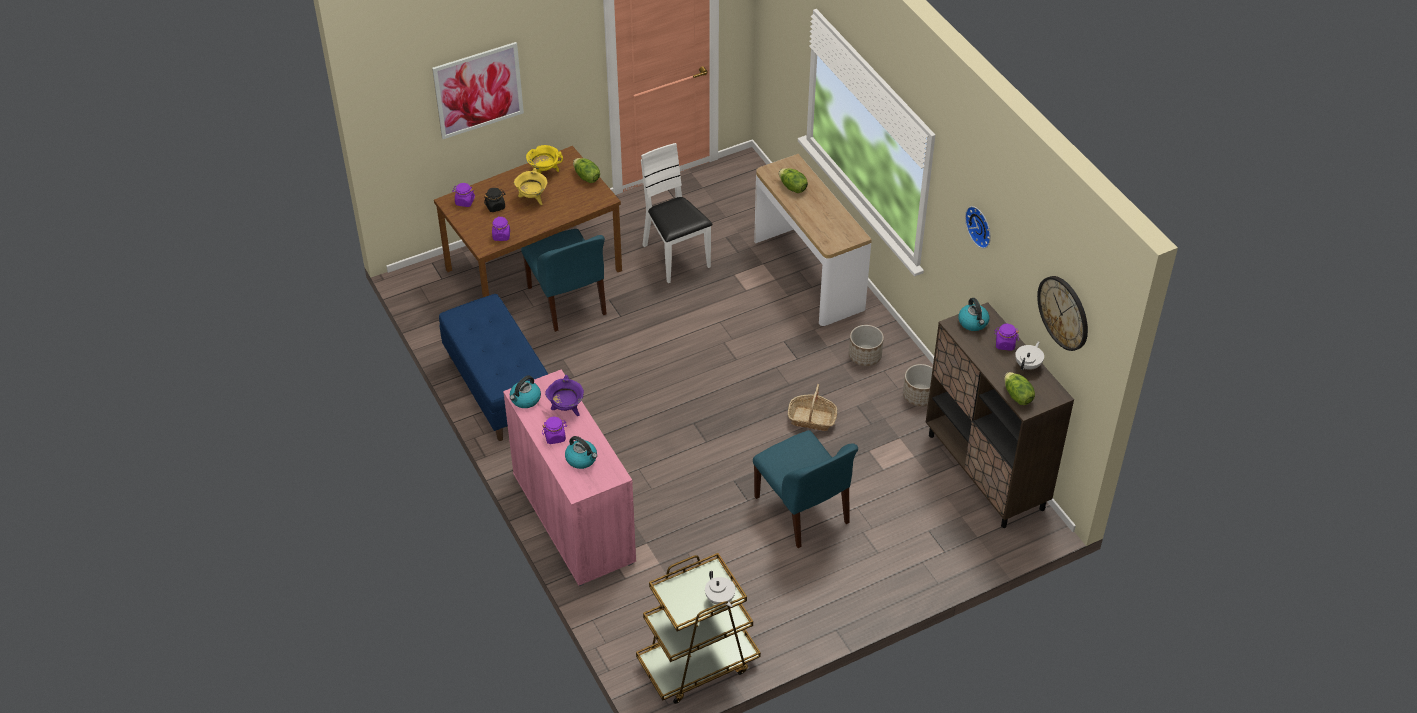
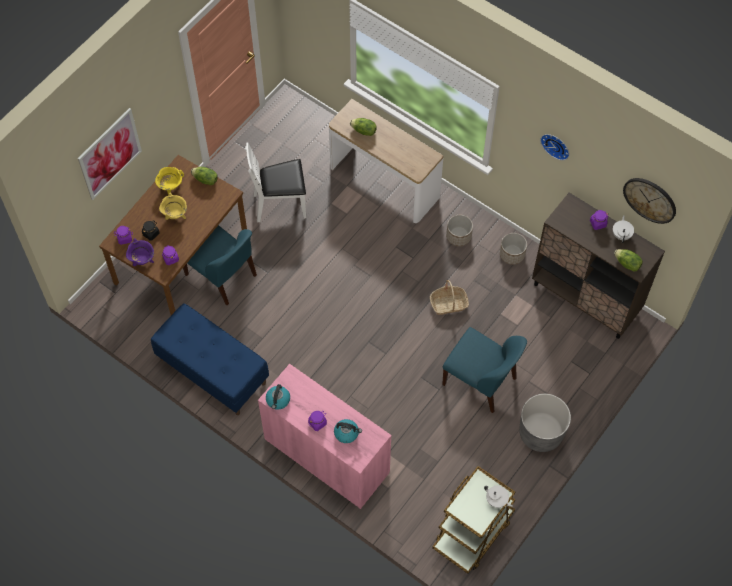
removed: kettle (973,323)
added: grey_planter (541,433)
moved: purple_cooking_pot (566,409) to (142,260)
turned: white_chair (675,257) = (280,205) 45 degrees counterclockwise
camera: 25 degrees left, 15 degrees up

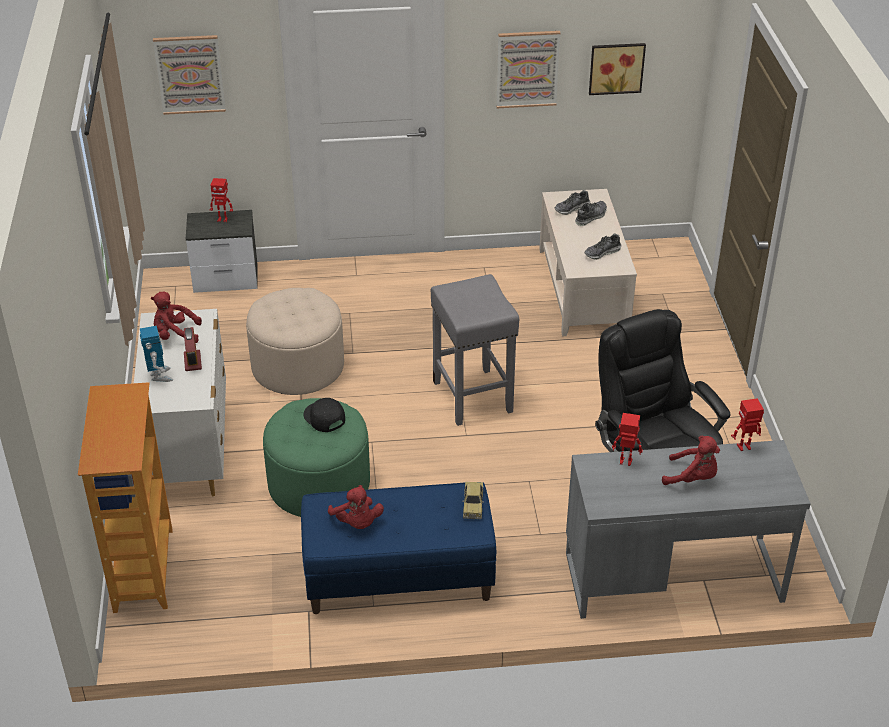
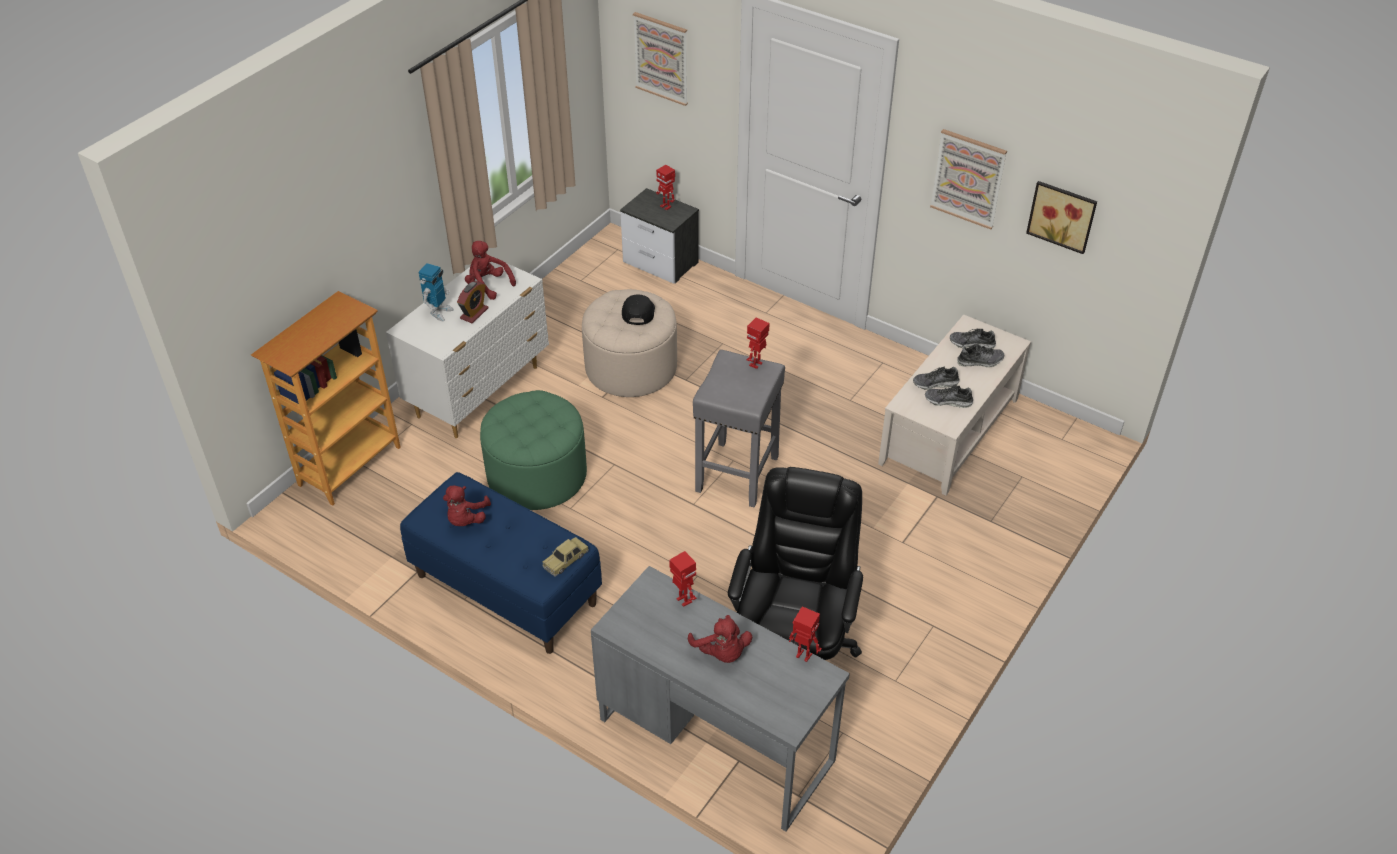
added: toy_robot (756,364); shoe (935,383)
moved: black_cap (324,417) to (637,312)
camera: 40 degrees right, 5 degrees up

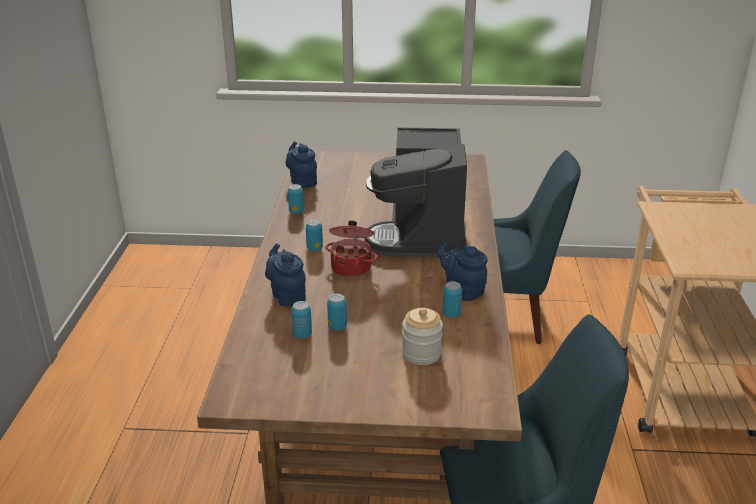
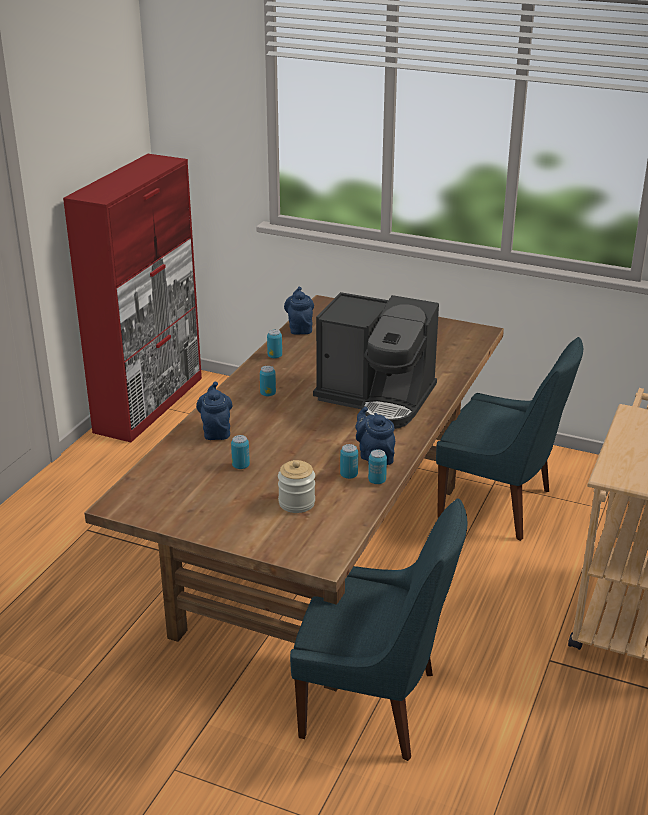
removed: cooking_pot (352,267)
added: red_cabinet (150,404)
moved: can (302,334) to (377,481)
turned: coffee_machine (422,235) = (377,399) 90 degrees counterclockwise
camera: 20 degrees right, 0 degrees up

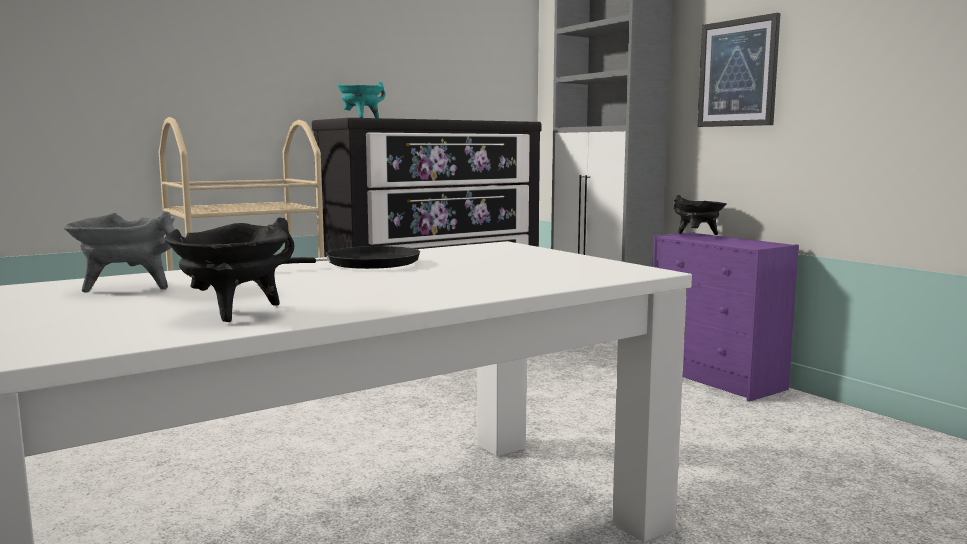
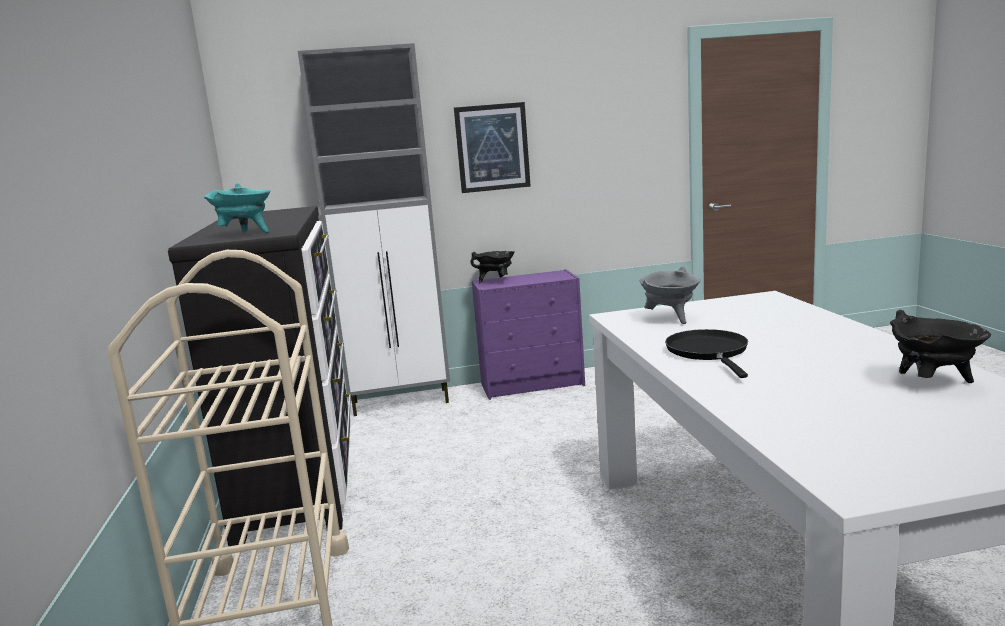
moved: grey_cooking_pot (127,287) to (671,319)
camera: 65 degrees left, 5 degrees up

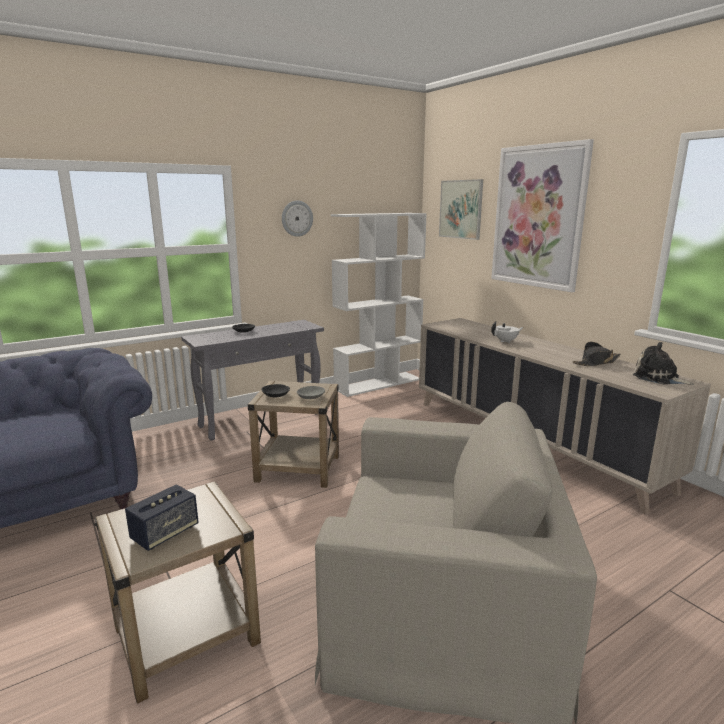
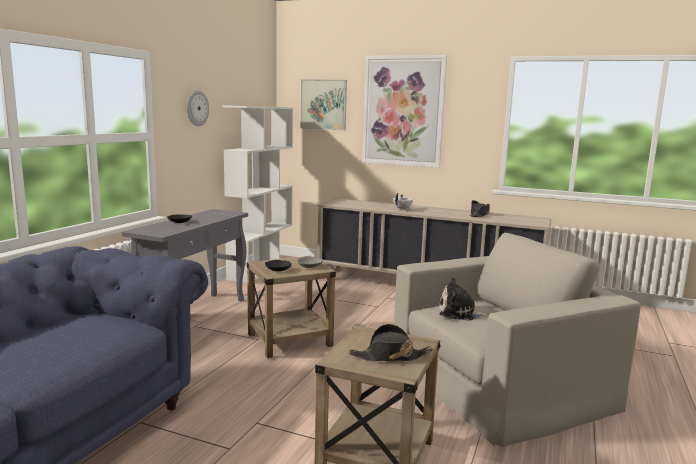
moved: plush_toy (658,378) to (459,313)
replaced: speaker (165,533) to black_hat (390,356)
camera: 35 degrees left, 5 degrees down

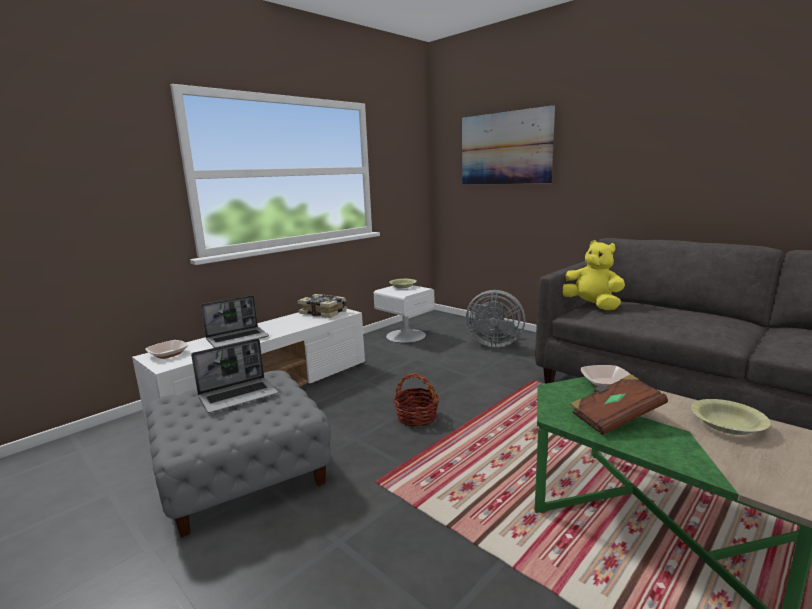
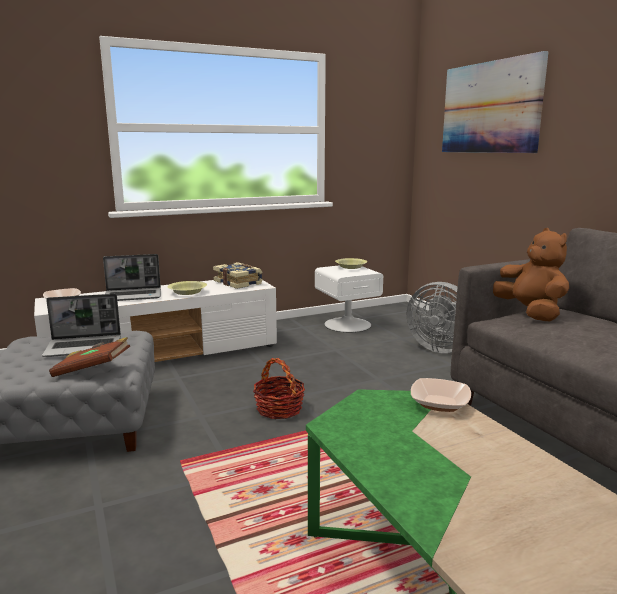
moved: brown_book (614,418) to (92,370); yellow_bowl (727,425) to (187,292)
recoloured: yellow_plush_toy (590,305) to brown_plush_toy (529,313)
camera: 20 degrees right, 0 degrees up

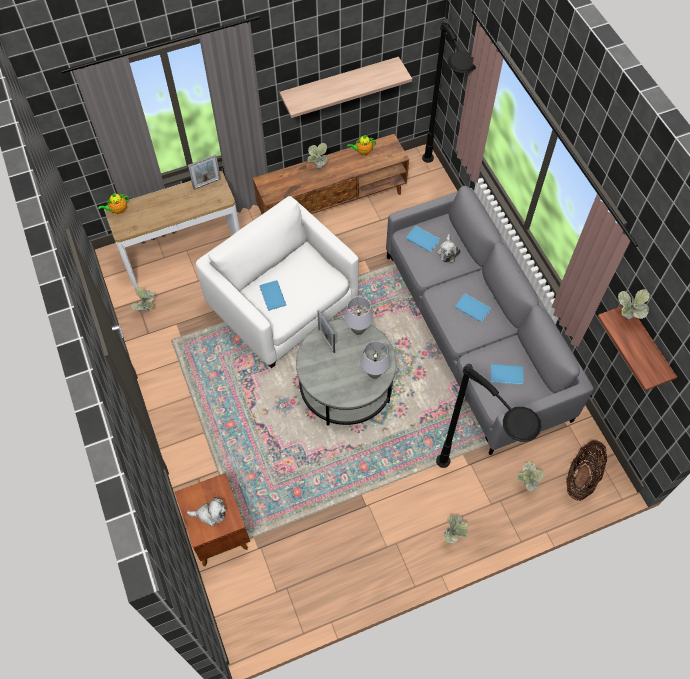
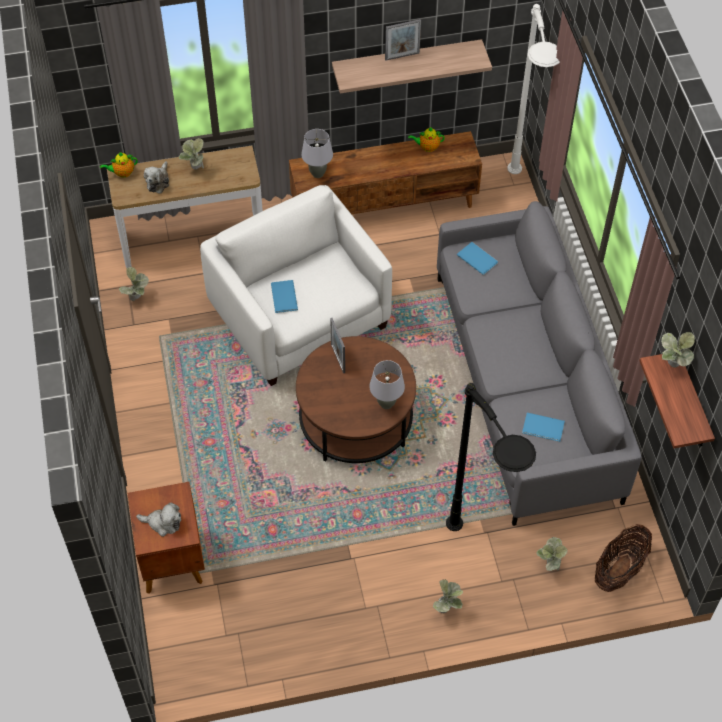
removed: blue_book (472,307)
moved: plush_toy (447,252) to (158,181); potted_plant (318,168) to (194,169); grey_table_lamp (358,330) to (318,174); picture_frame (207,184) to (402,56)
recoloured: grey_coffee_table (346,386) to brown_coffee_table (356,420); black_floor_lamp (437,186) to white_floor_lamp (518,204)
camera: 10 degrees right, 5 degrees down

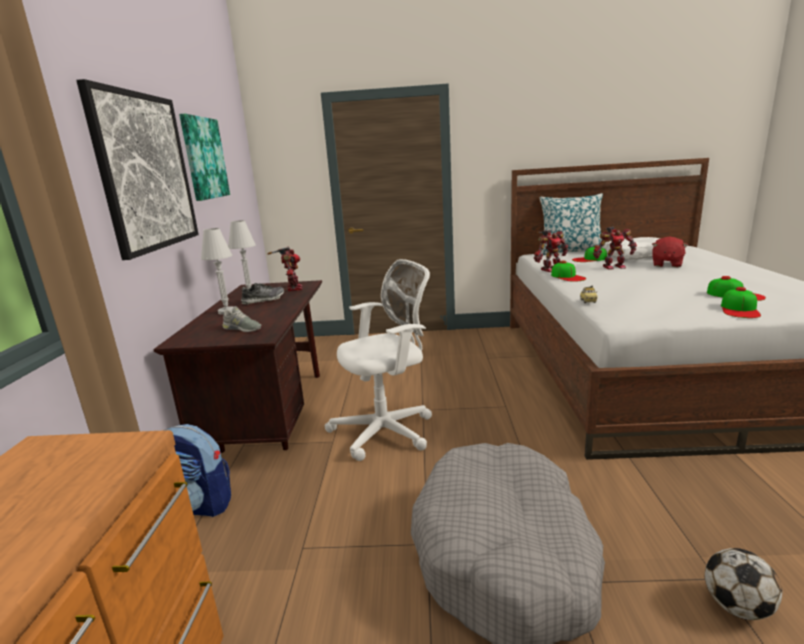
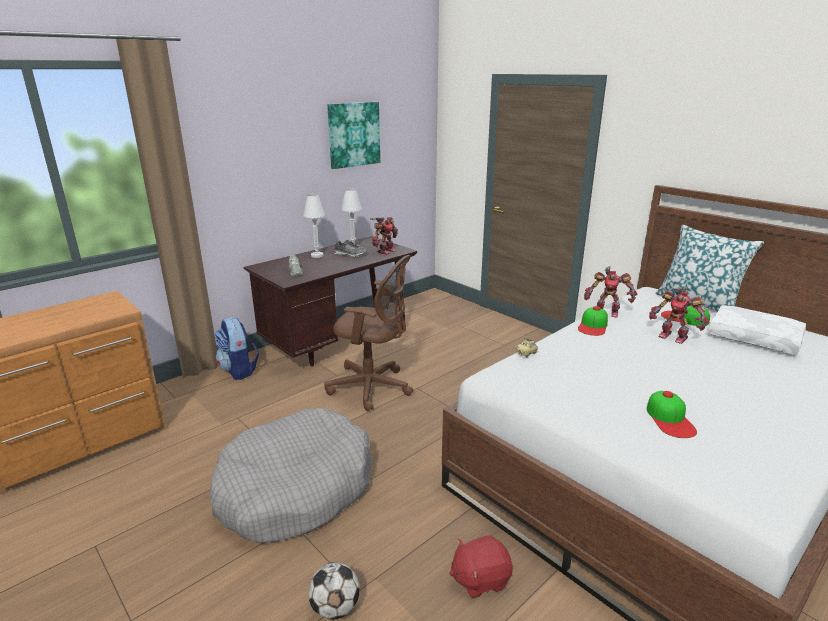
removed: picture (145,172); cap (740,309)
moved: red_plush_toy (666,264) to (480,578)
recoloured: white_office_chair (387,431) to brown_office_chair (373,387)
camera: 45 degrees right, 5 degrees up

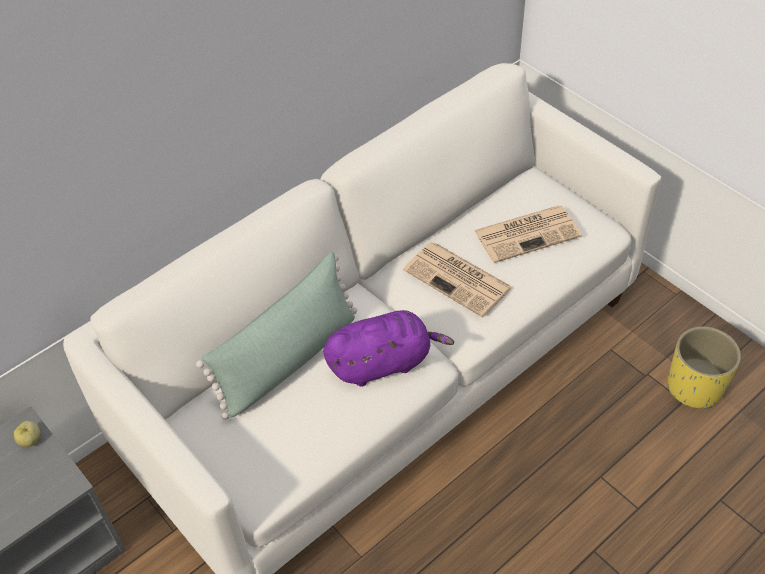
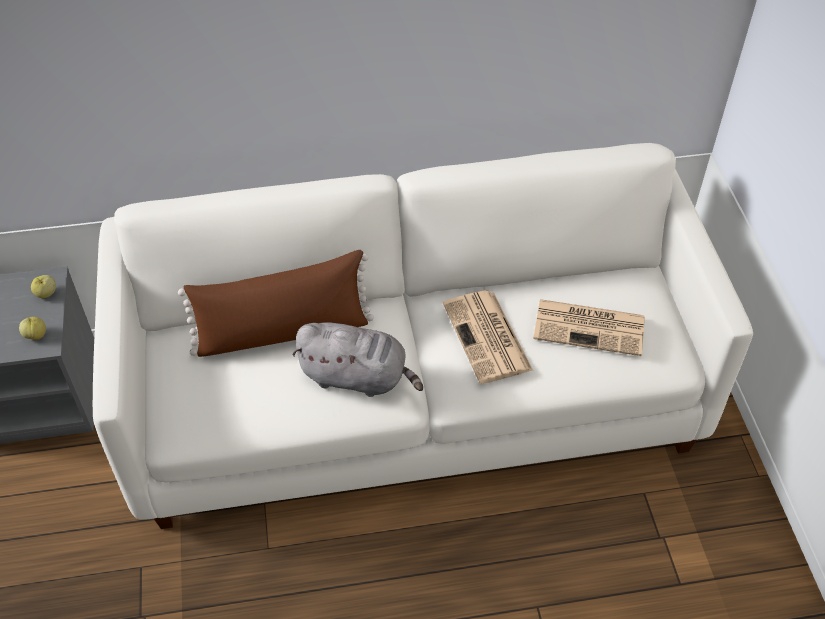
removed: yellow_planter (695,387)
added: apple (36,335)
recoloured: green_pillow (288,359) to brown_pillow (283,332); purple_plush_toy (383,363) to grey_plush_toy (358,377)
camera: 30 degrees right, 0 degrees up

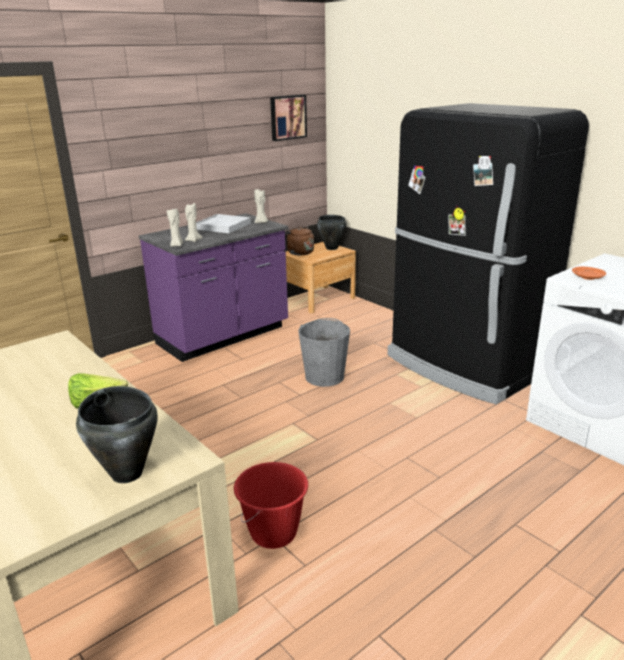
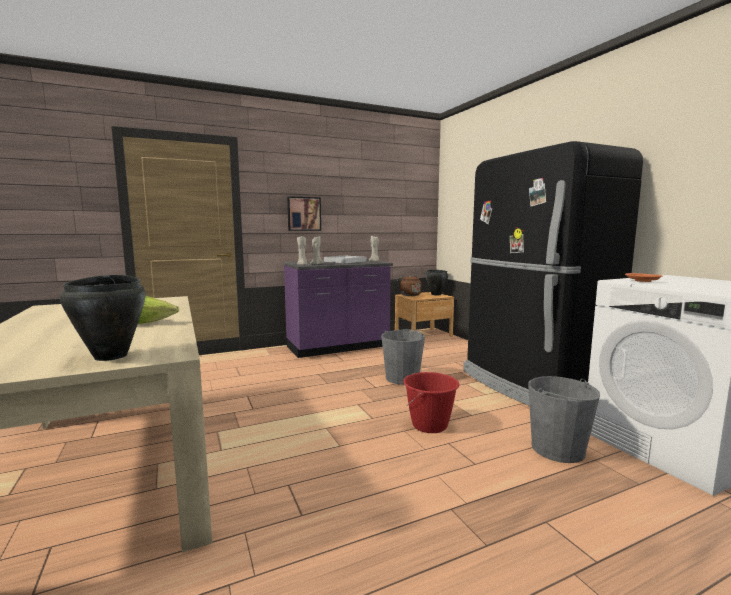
added: grey_bucket (558,449)
moved: picture (287,117) to (304,214); red_bucket (274,533) to (430,425)
camera: 15 degrees right, 15 degrees down

